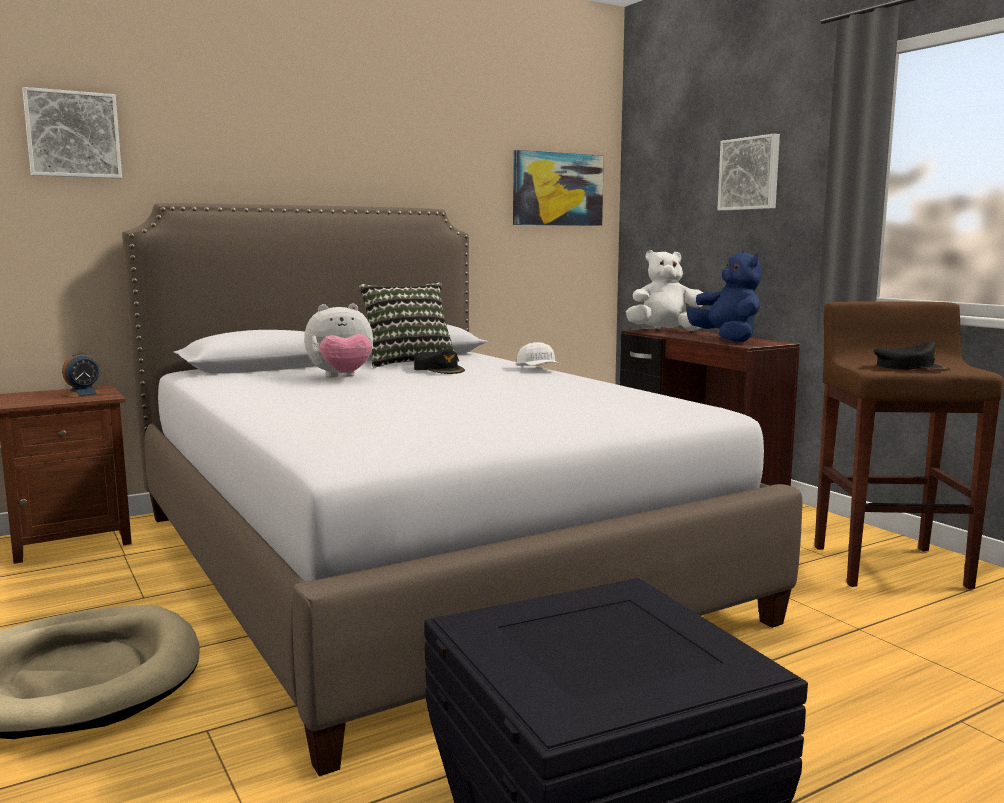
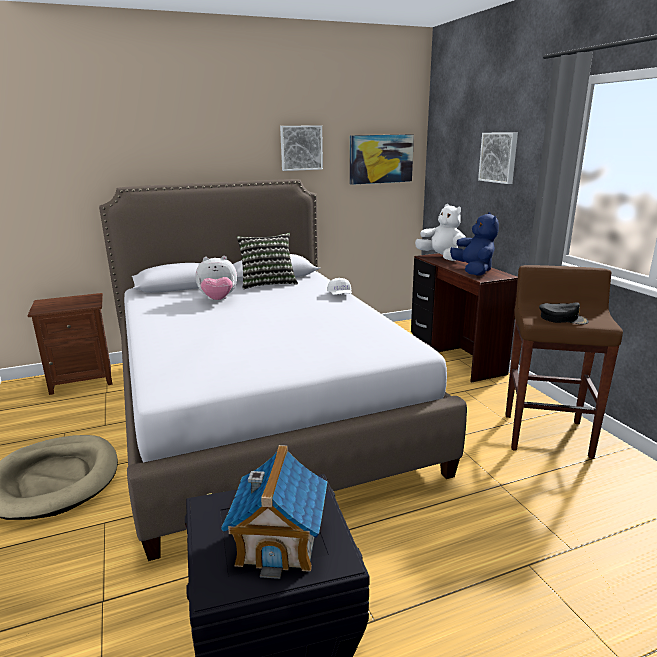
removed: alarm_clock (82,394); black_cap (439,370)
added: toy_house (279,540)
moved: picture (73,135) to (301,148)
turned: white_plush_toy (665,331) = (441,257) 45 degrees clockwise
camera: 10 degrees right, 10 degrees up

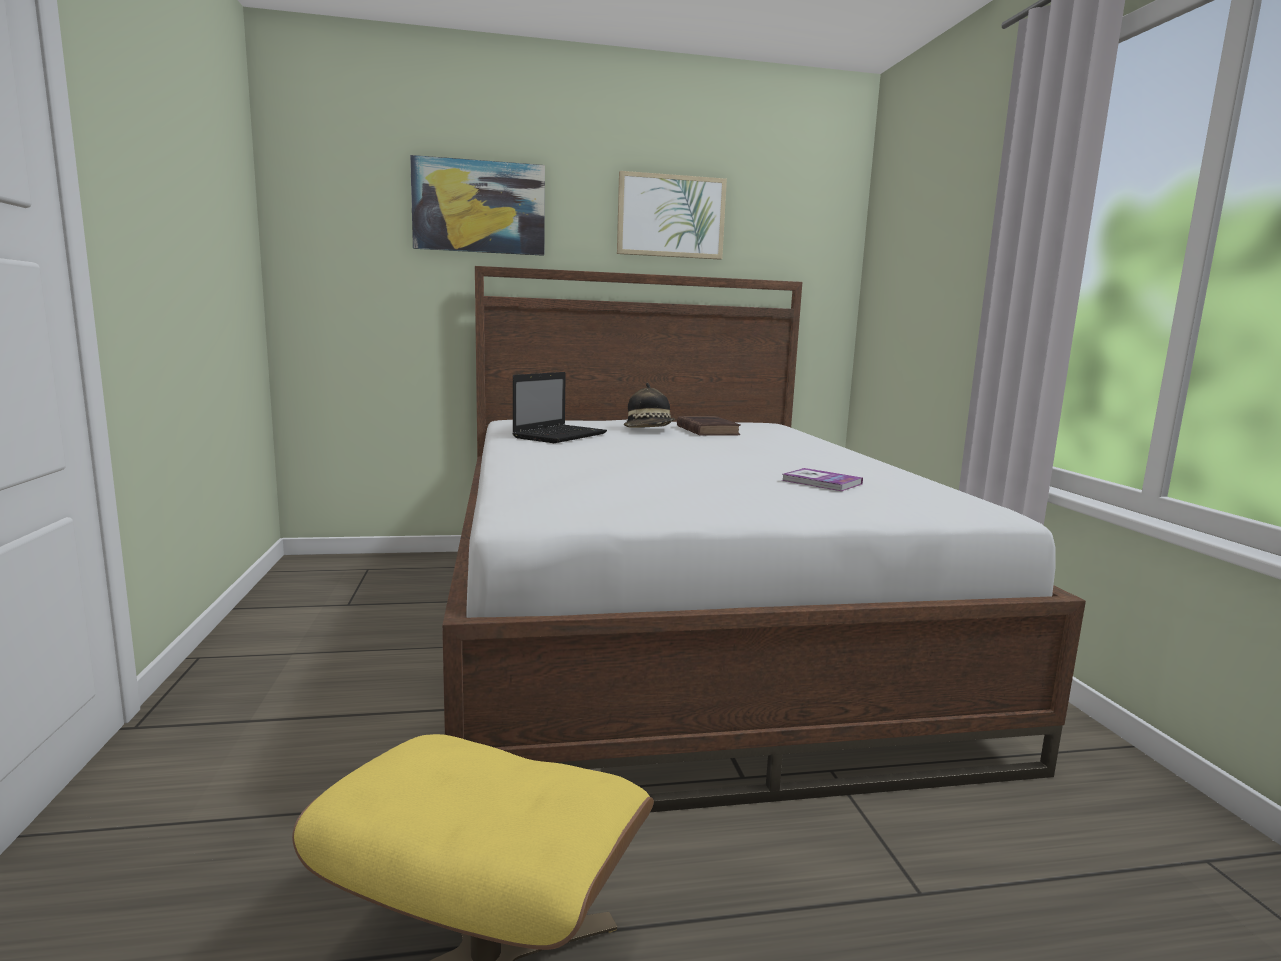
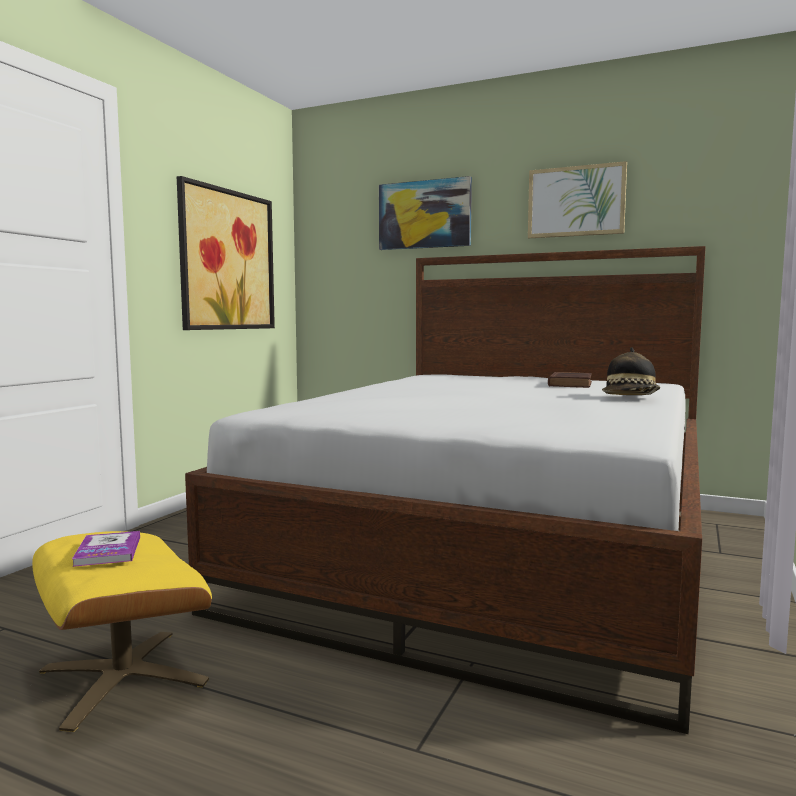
removed: laptop (561,435)
added: picture (227,260)
moved: book (821,482) to (108,551); hat (650,430) to (630,398)
camera: 35 degrees right, 5 degrees down

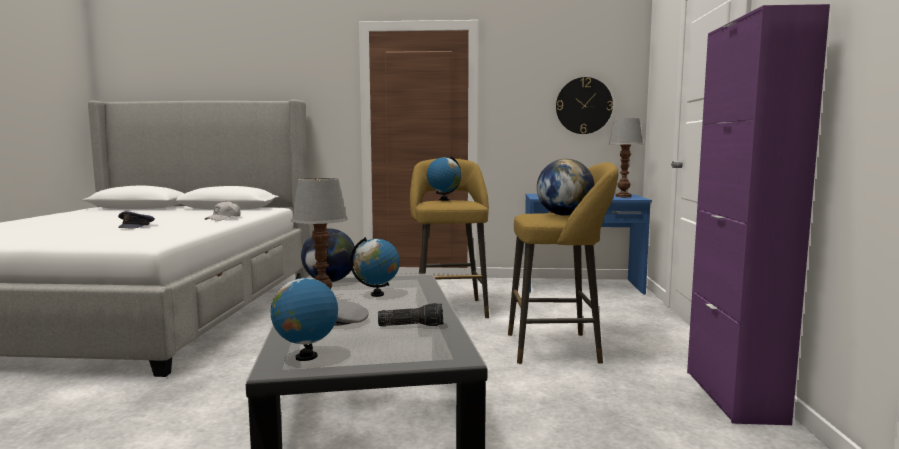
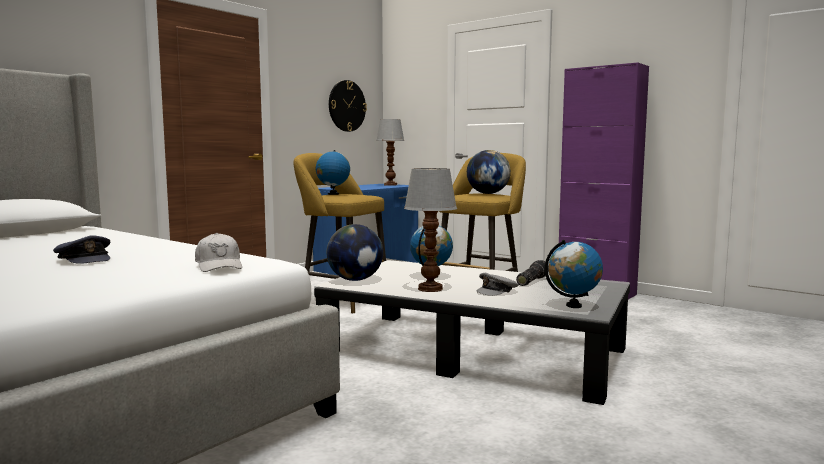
moved: white_cap (223,218) to (219,266)
camera: 55 degrees left, 0 degrees up

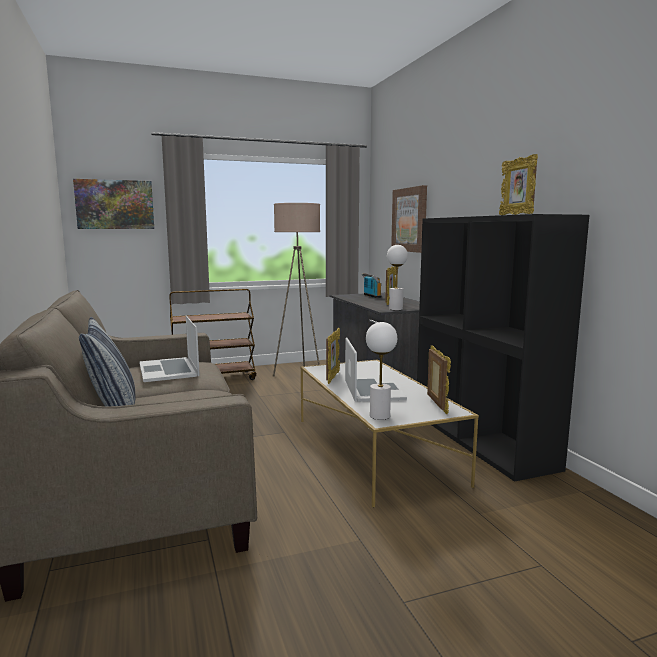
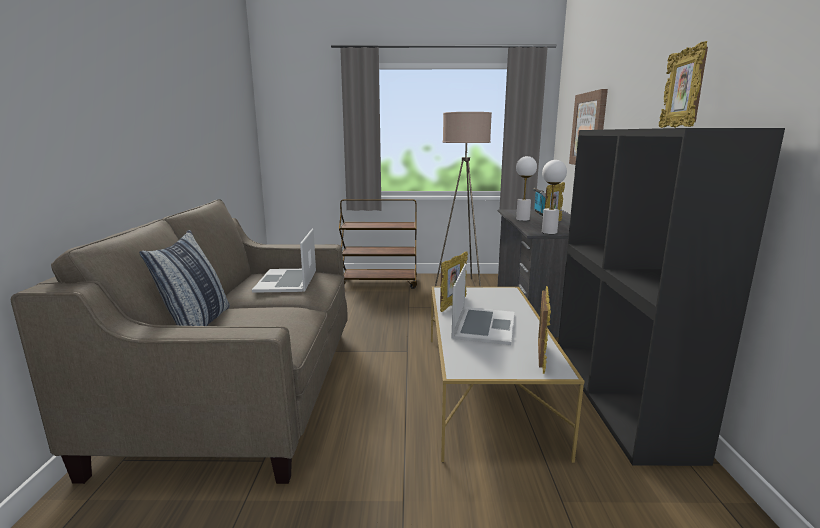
removed: picture (115,204)
moved: white_table_lamp (379,416) to (522,219)
camera: 20 degrees right, 5 degrees up

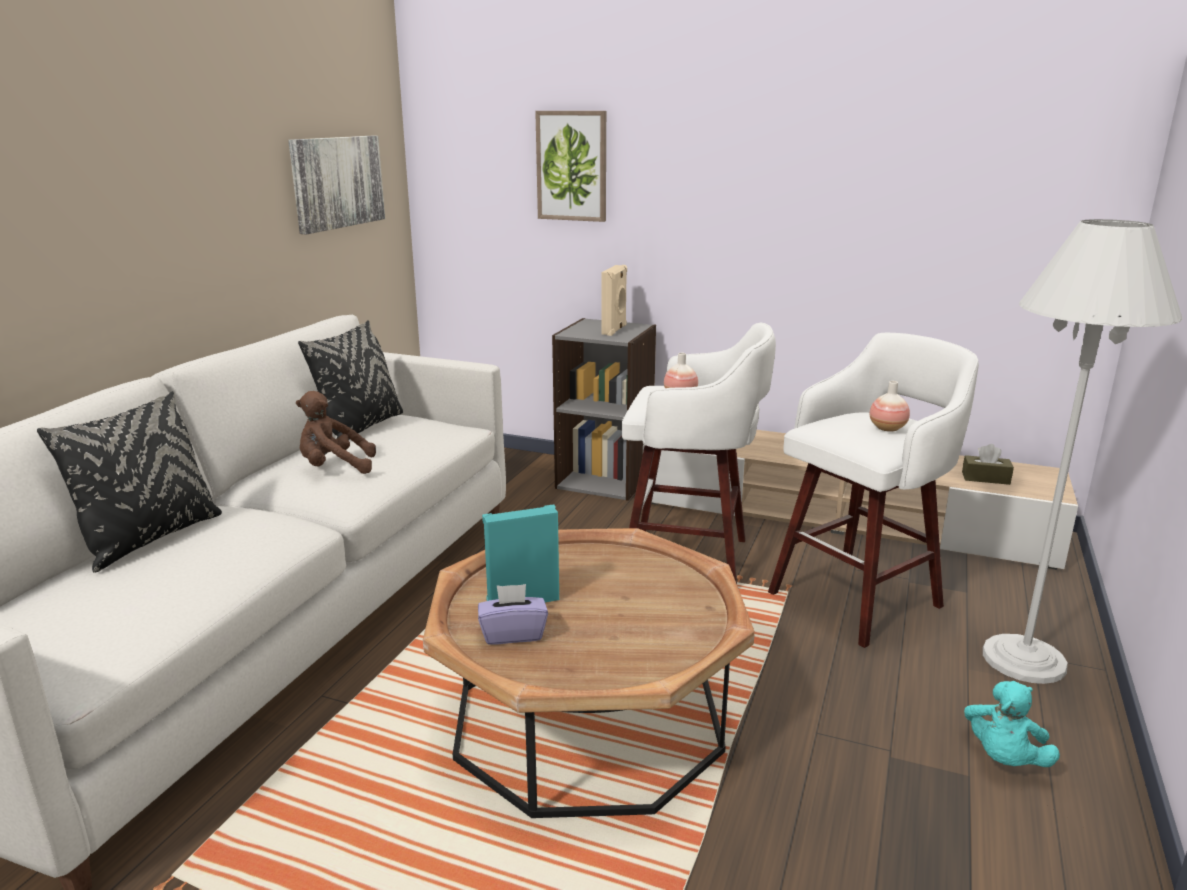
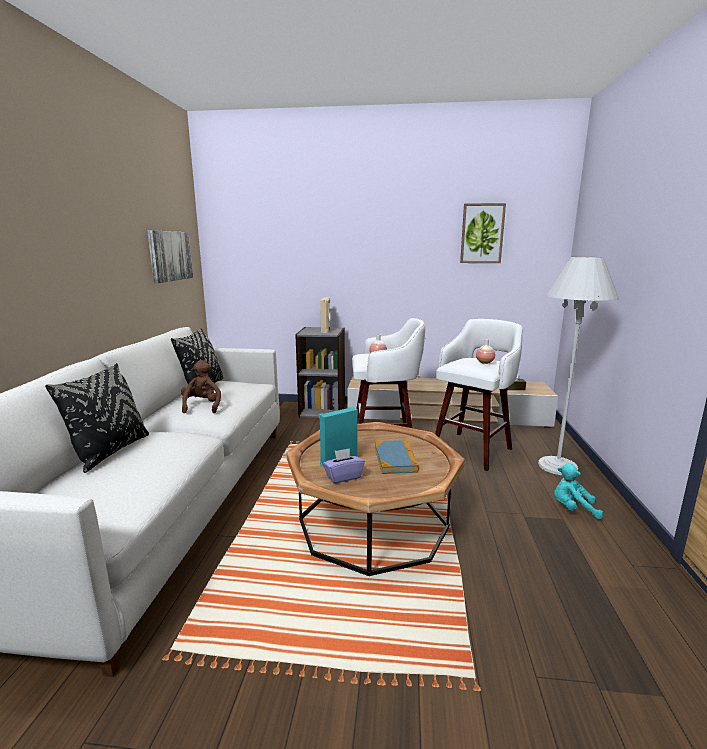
added: book (395,459)
moved: picture (572,166) to (482,233)
turned: brown_plush_toy (334,468) = (202,406) 105 degrees clockwise; turquoise_plush_toy (1003,759) = (572,509) 90 degrees clockwise
camera: 15 degrees left, 5 degrees down

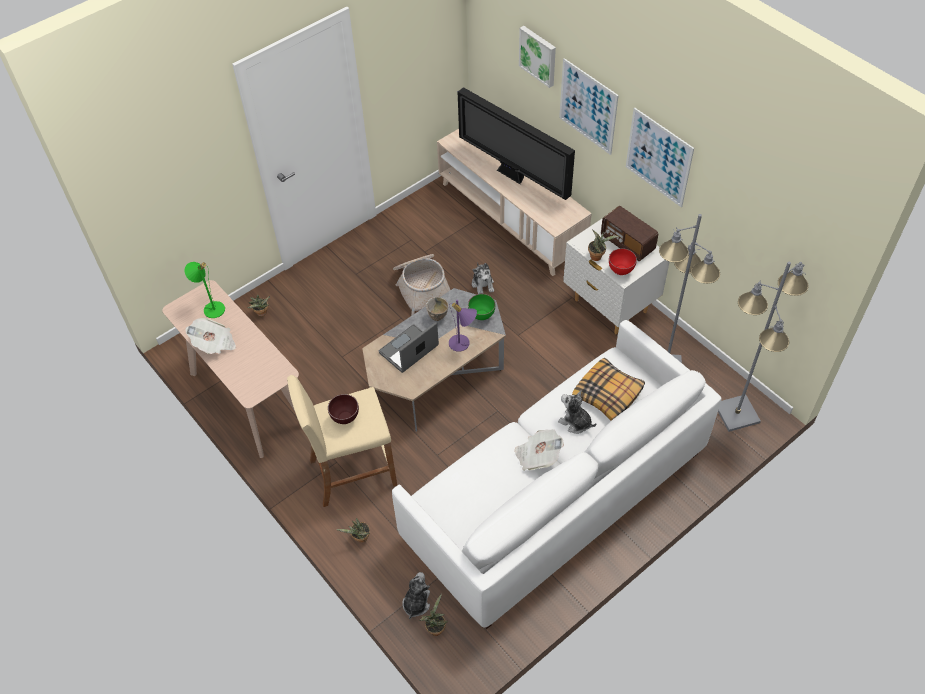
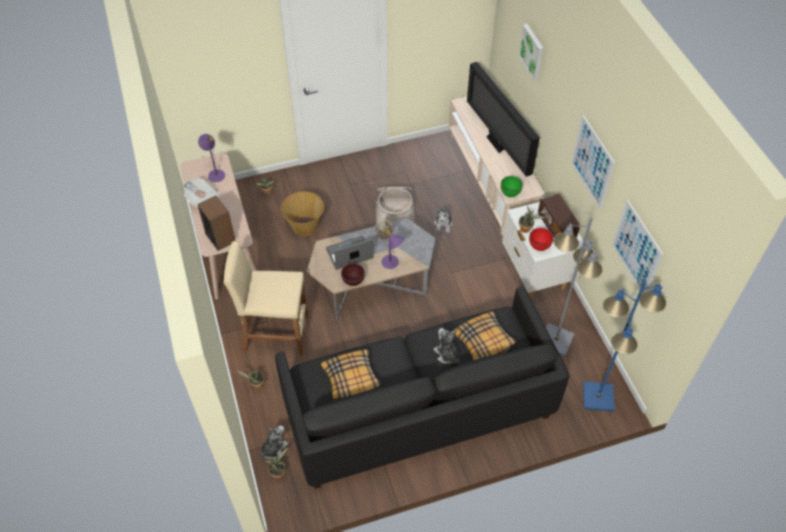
removed: newspaper (537,456)
added: speaker (220,237); basket (304,226); pillow (351,379)
moved: brown_bowl (345,419) to (353,283); green_bowl (481,317) to (509,195); picture (588,106) to (636,248)
recoloured: green_table_lamp (211,307) to purple_table_lamp (215,173); white_sofa (555,496) to black_sofa (418,408); grey_floor_lamp (737,414) to blue_floor_lamp (598,397)
camera: 20 degrees right, 0 degrees up

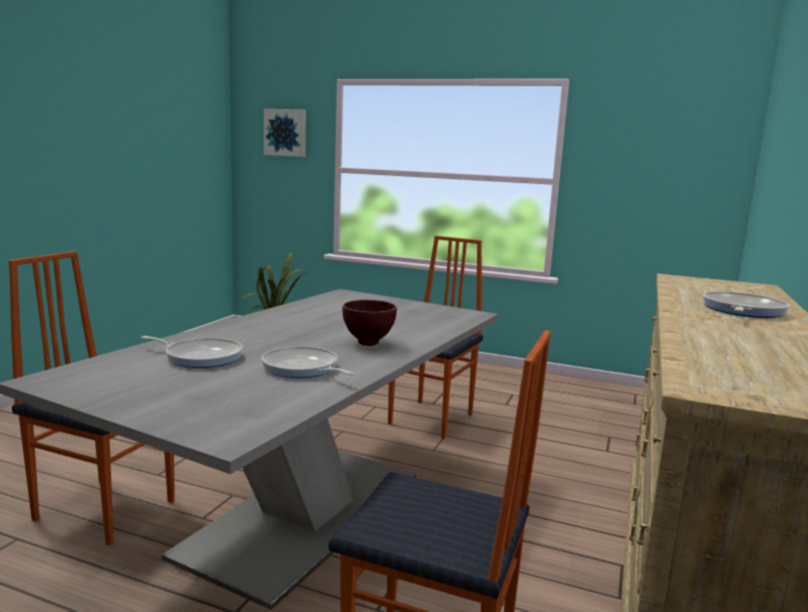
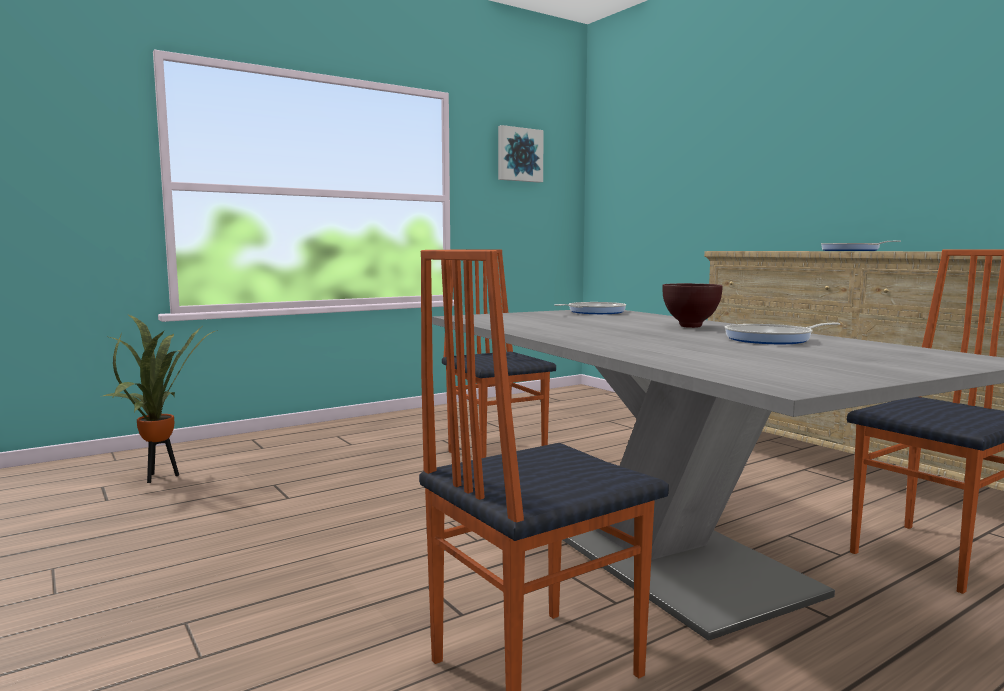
moved: picture (286,132) to (519,155); frying_pan (200,357) to (593,312)
camera: 55 degrees left, 5 degrees down

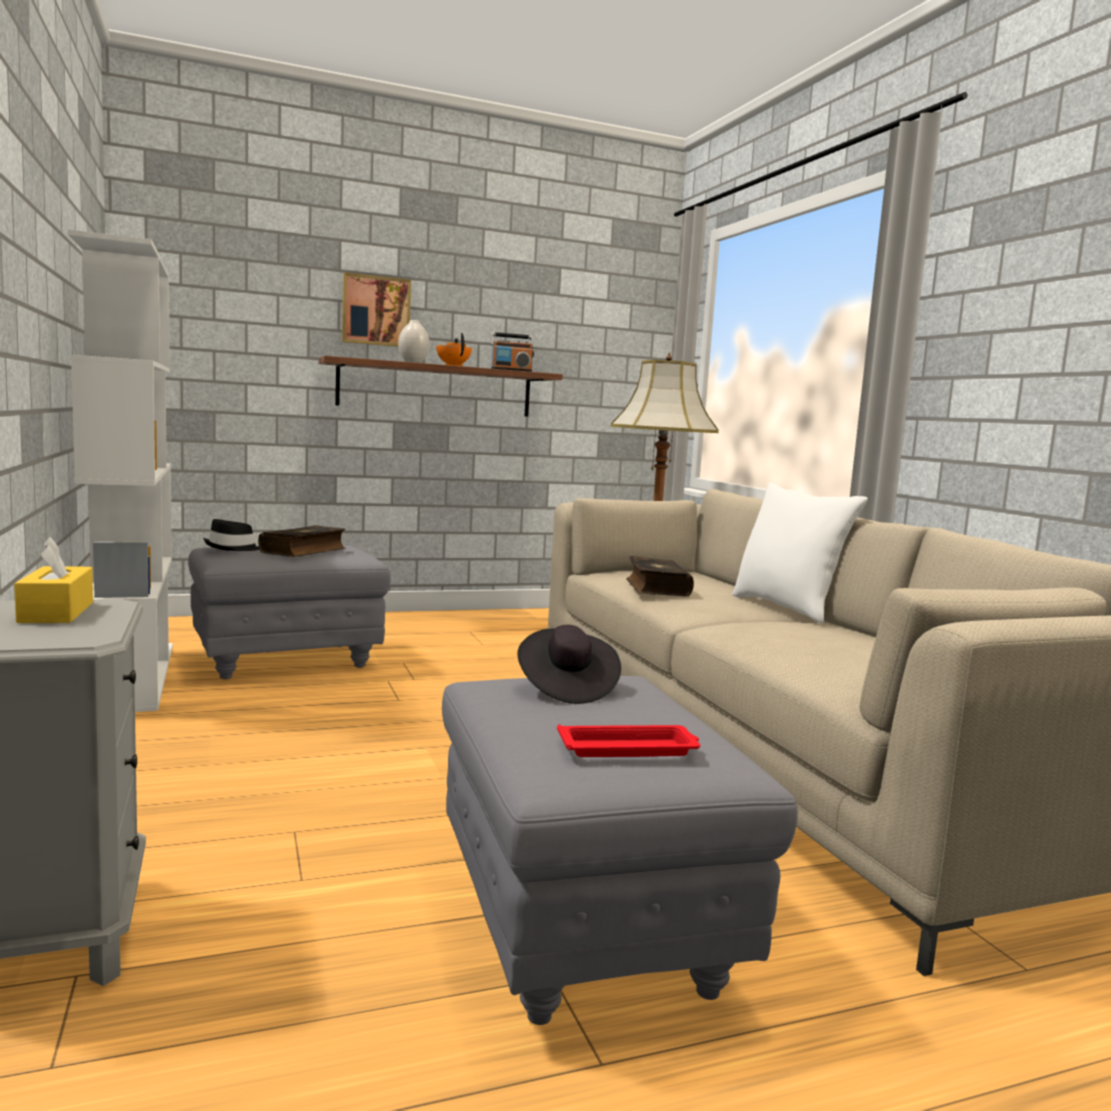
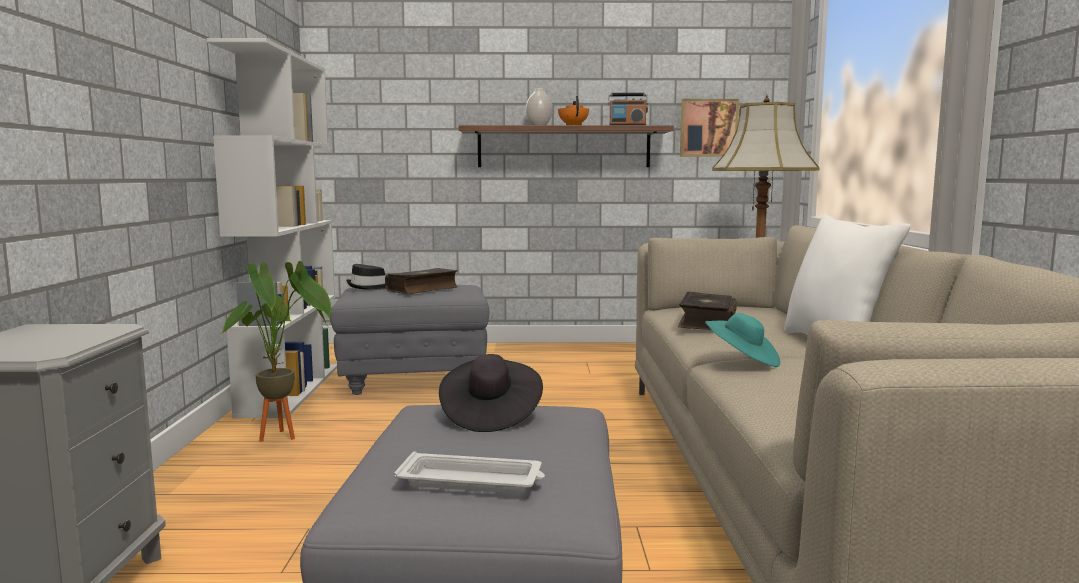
removed: yellow_tissue_box (56,612)
added: potted_plant (288,435); turquoise_hat (742,361)
moved: picture (376,311) to (708,128)
recoloured: red_tray (630,749) to white_tray (472,481)
camera: 20 degrees right, 0 degrees up

